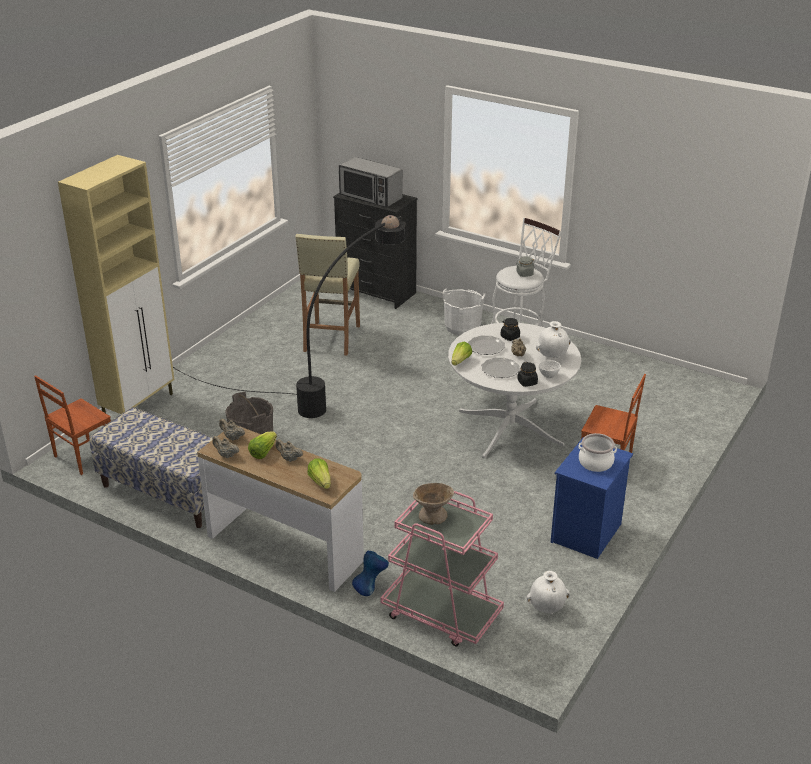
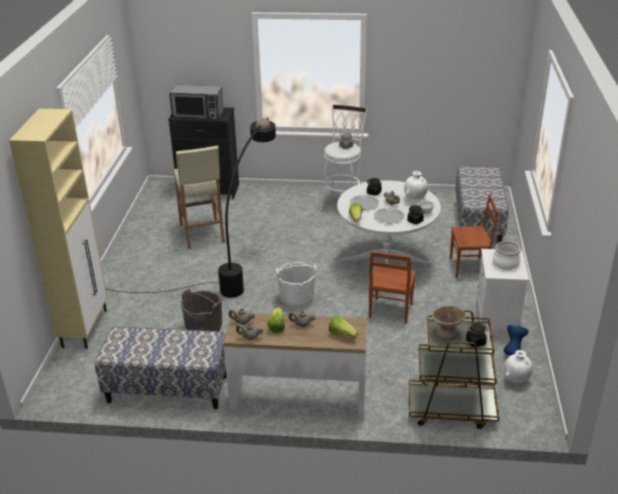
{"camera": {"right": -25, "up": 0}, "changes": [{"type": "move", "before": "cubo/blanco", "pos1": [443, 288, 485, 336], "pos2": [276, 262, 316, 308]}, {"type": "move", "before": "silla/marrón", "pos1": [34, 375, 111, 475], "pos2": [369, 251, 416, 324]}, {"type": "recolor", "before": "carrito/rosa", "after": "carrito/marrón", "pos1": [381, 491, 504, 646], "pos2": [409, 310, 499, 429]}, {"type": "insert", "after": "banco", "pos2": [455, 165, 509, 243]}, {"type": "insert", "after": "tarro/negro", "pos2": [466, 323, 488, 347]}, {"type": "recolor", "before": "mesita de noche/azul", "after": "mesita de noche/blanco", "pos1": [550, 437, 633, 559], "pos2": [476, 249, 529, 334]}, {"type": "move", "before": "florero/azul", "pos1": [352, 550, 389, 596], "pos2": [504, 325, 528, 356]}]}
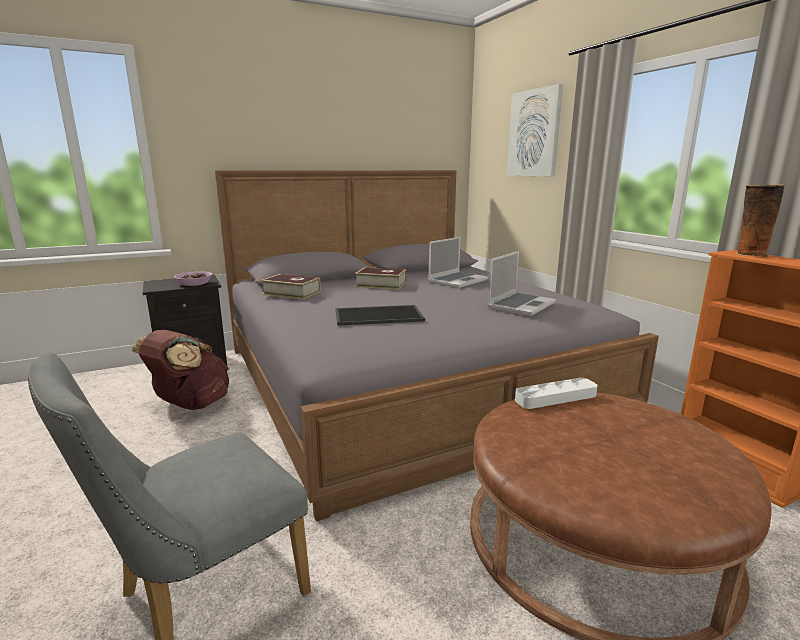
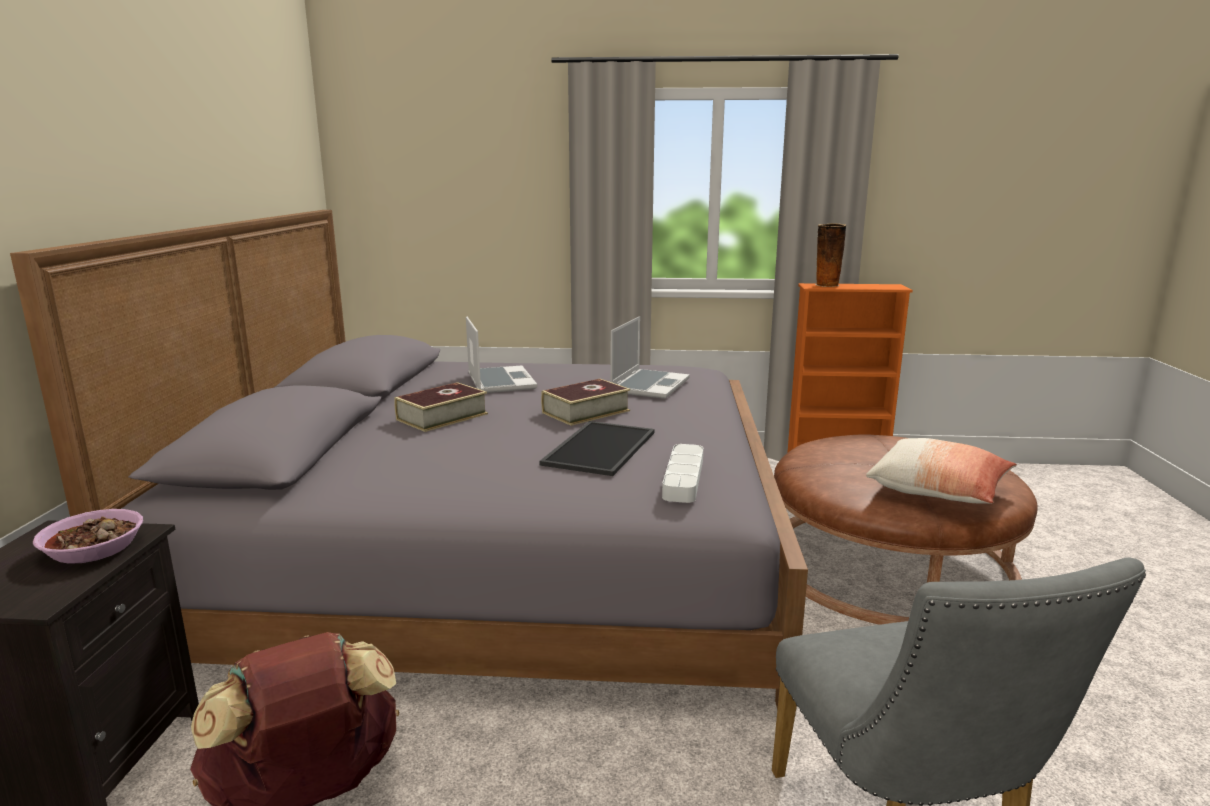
{"camera": {"right": -60, "up": 0}, "changes": [{"type": "move", "before": "libro", "pos1": [261, 274, 321, 299], "pos2": [541, 379, 630, 426]}, {"type": "rotate", "before": "portátil", "pos1": [488, 251, 556, 316], "pos2": [611, 316, 690, 399], "turn": 45}, {"type": "move", "before": "bandeja/blanco", "pos1": [515, 378, 598, 409], "pos2": [662, 444, 703, 503]}, {"type": "insert", "after": "cojín", "pos2": [866, 438, 1017, 504]}, {"type": "delete", "before": "cuadro", "pos1": [507, 84, 563, 176]}]}
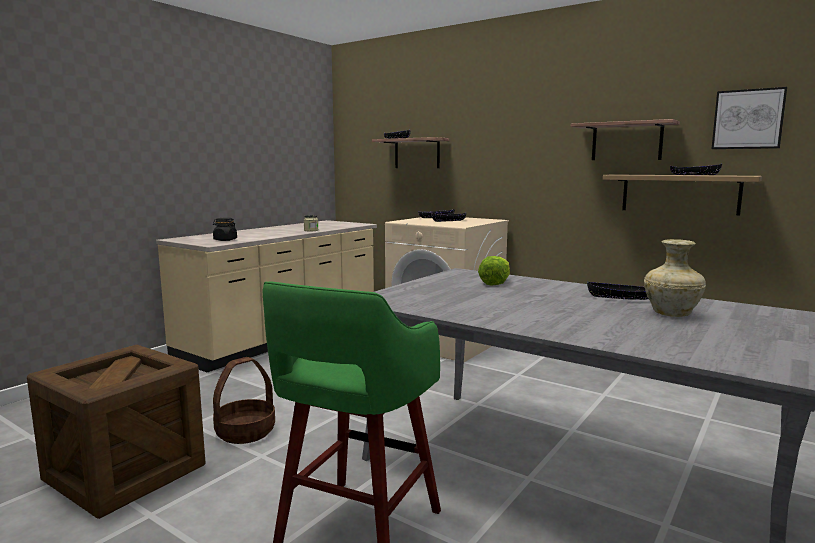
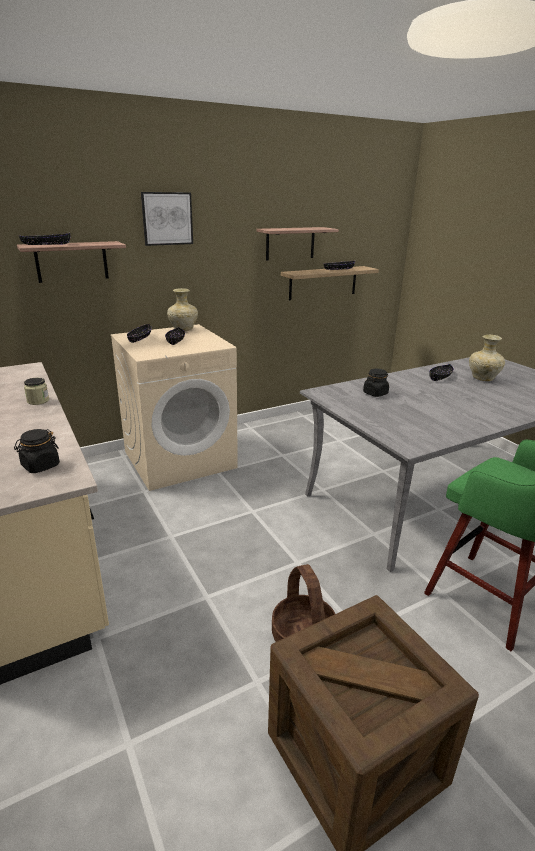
{"camera": {"right": -65, "up": 15}, "changes": [{"type": "move", "before": "cuadro", "pos1": [711, 87, 787, 149], "pos2": [141, 192, 193, 246]}, {"type": "insert", "after": "florero/beis", "pos2": [167, 288, 198, 331]}, {"type": "replace", "before": "lechuga", "after": "tarro/negro", "pos1": [478, 256, 510, 286], "pos2": [363, 369, 389, 397]}]}
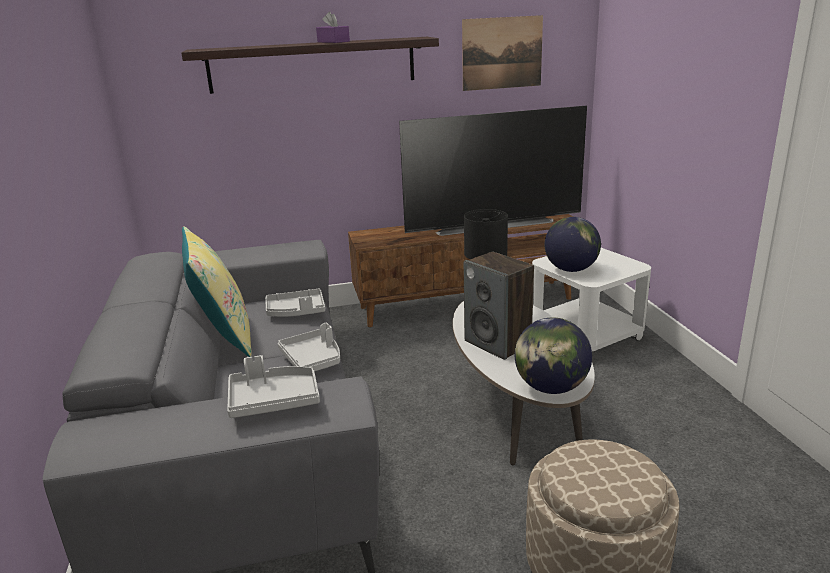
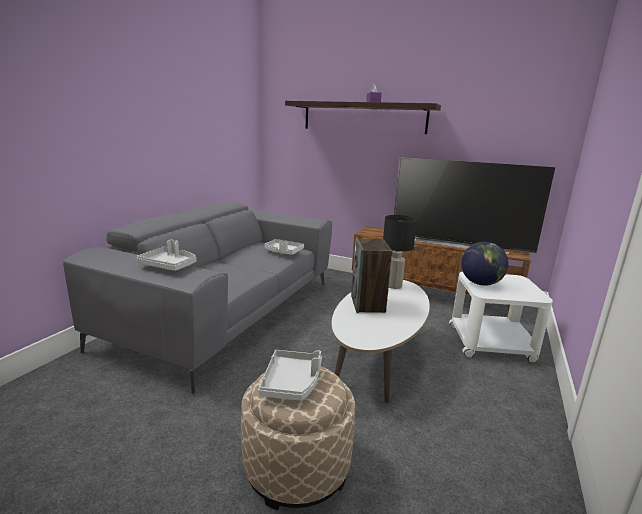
{"camera": {"right": 35, "up": -5}, "changes": [{"type": "move", "before": "bandeja/gris", "pos1": [278, 323, 340, 372], "pos2": [258, 350, 322, 400]}, {"type": "delete", "before": "cojín/amarillo", "pos1": [182, 226, 252, 357]}, {"type": "delete", "before": "cuadro", "pos1": [462, 15, 543, 91]}, {"type": "delete", "before": "globo terráqueo", "pos1": [515, 317, 592, 394]}]}
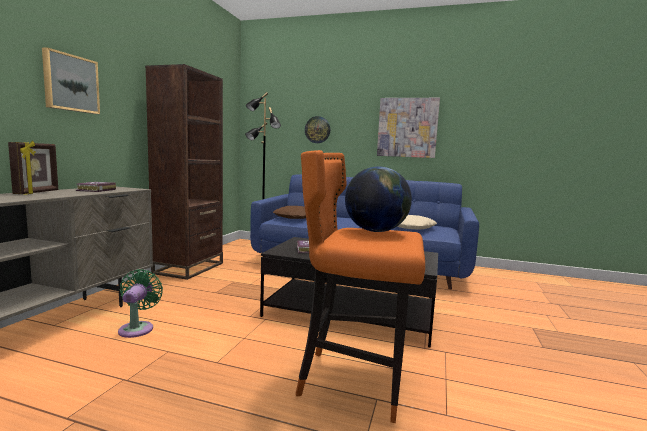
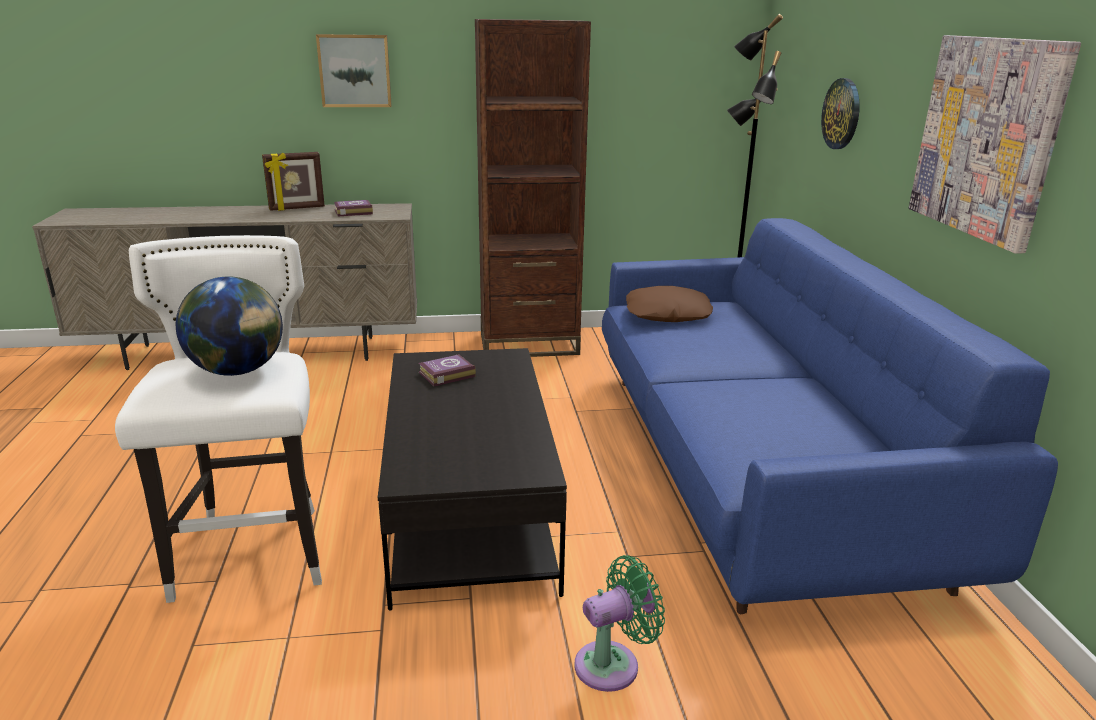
{"camera": {"right": 65, "up": 15}, "changes": [{"type": "recolor", "before": "taburete/naranja", "after": "taburete/blanco", "pos1": [296, 150, 425, 423], "pos2": [115, 235, 322, 603]}, {"type": "move", "before": "ventilador/verde", "pos1": [118, 269, 163, 338], "pos2": [575, 555, 665, 692]}, {"type": "delete", "before": "cojín/beis", "pos1": [397, 215, 437, 230]}]}
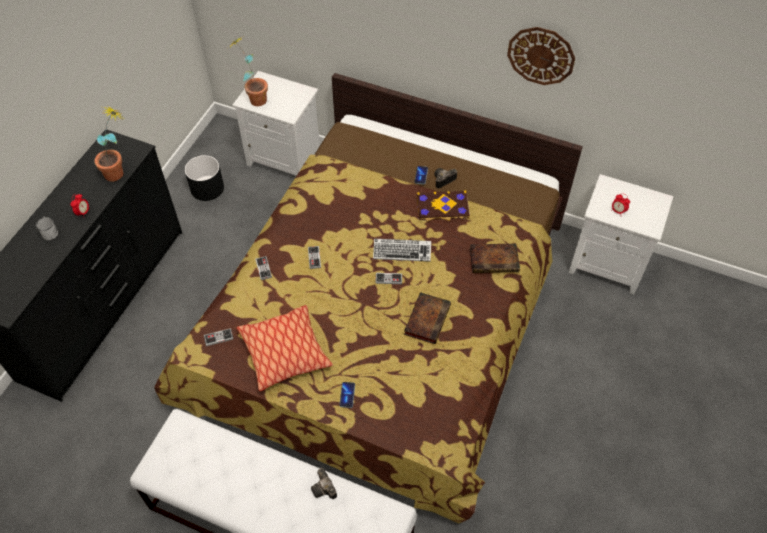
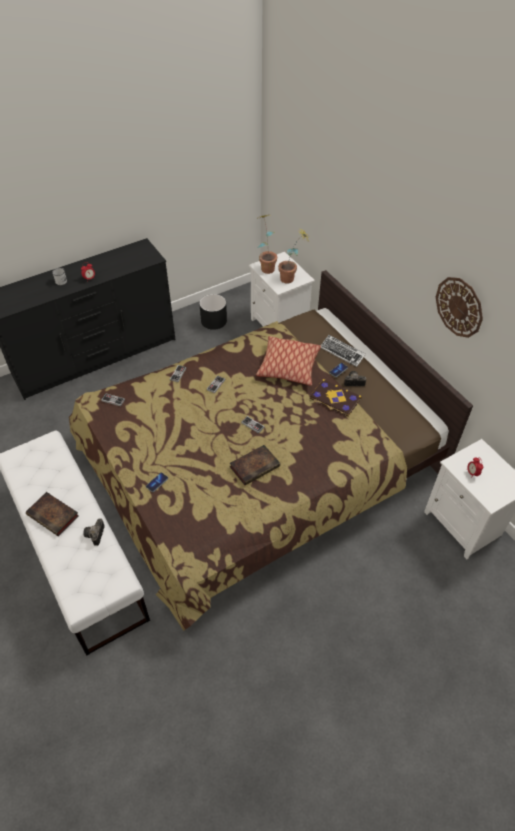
{"camera": {"right": 35, "up": -5}, "changes": [{"type": "move", "before": "libro", "pos1": [470, 244, 520, 273], "pos2": [26, 492, 79, 536]}, {"type": "move", "before": "cojín", "pos1": [236, 305, 333, 391], "pos2": [256, 336, 321, 386]}, {"type": "move", "before": "planta en maceta", "pos1": [94, 105, 123, 182], "pos2": [278, 228, 309, 284]}, {"type": "move", "before": "teclado", "pos1": [373, 239, 431, 262], "pos2": [321, 335, 366, 367]}]}
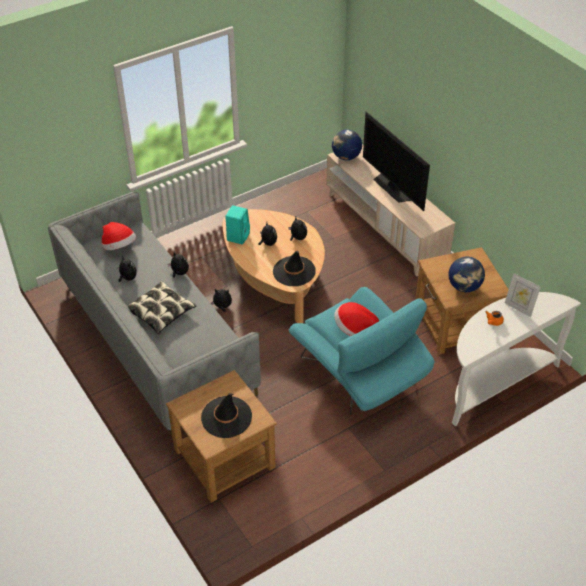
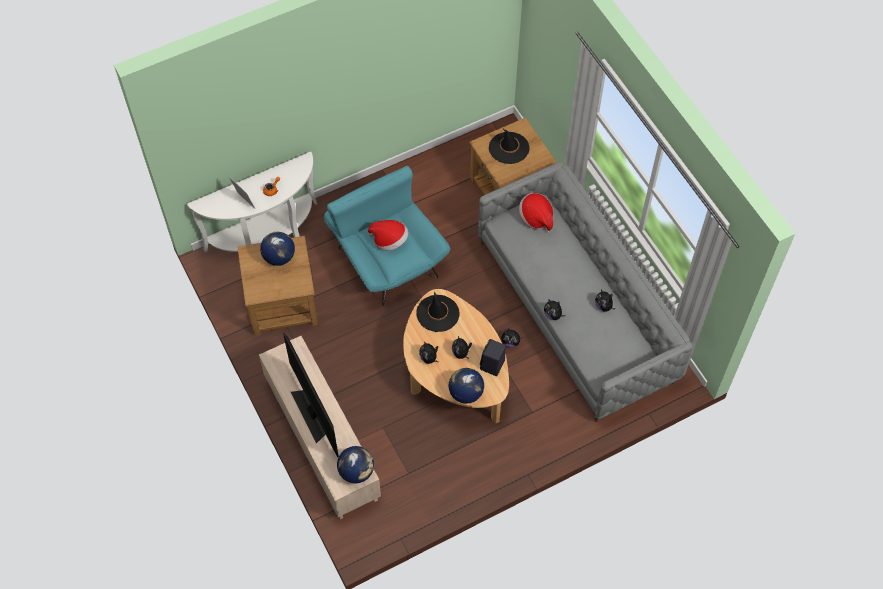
{"camera": {"right": -175, "up": 15}, "changes": [{"type": "insert", "after": "globo terráqueo", "pos2": [449, 368, 484, 404]}, {"type": "recolor", "before": "altavoz/turquesa", "after": "altavoz/negro", "pos1": [225, 206, 250, 244], "pos2": [480, 339, 506, 376]}, {"type": "move", "before": "sombrero", "pos1": [102, 222, 136, 250], "pos2": [519, 193, 553, 233]}, {"type": "delete", "before": "cojín", "pos1": [128, 281, 197, 334]}]}
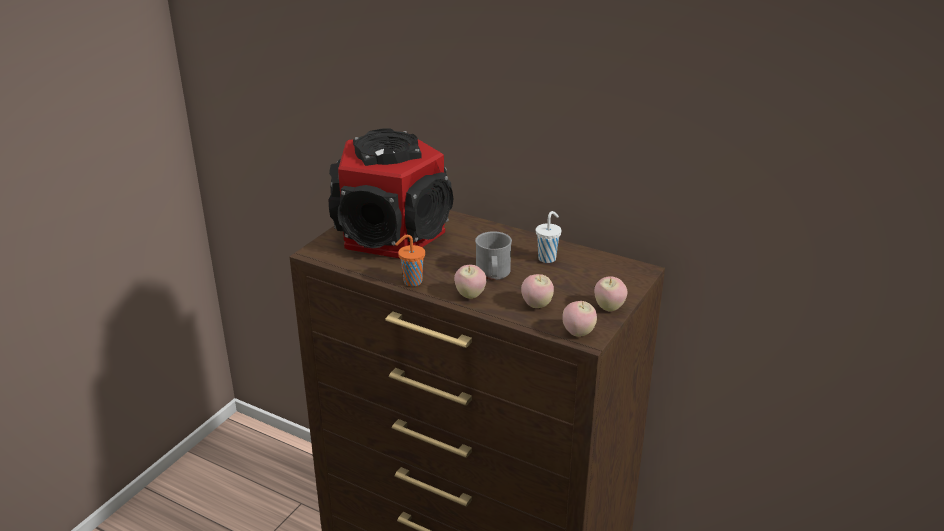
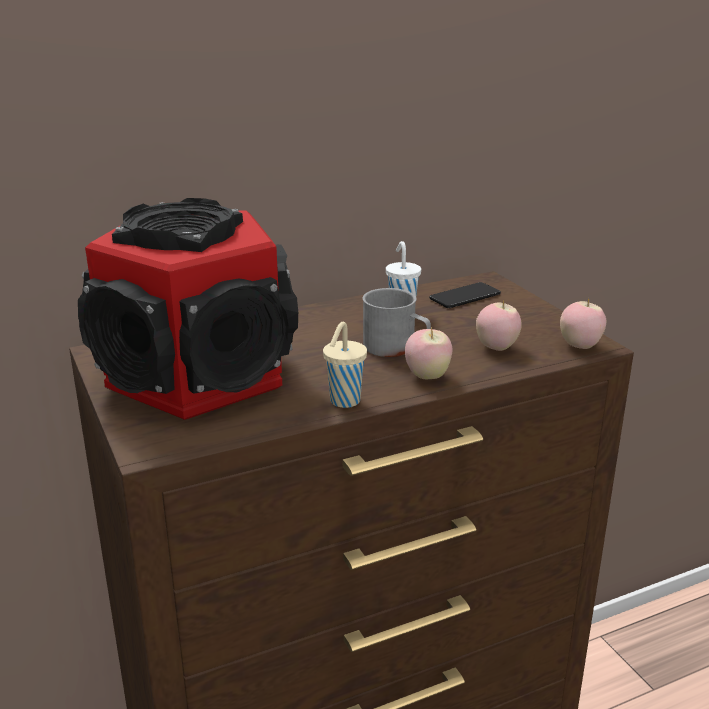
{"camera": {"right": -55, "up": -5}, "changes": [{"type": "recolor", "before": "taza/naranja", "after": "taza/beis", "pos1": [395, 234, 425, 286], "pos2": [323, 322, 367, 408]}, {"type": "insert", "after": "móvil", "pos2": [429, 282, 501, 308]}, {"type": "delete", "before": "manzana", "pos1": [594, 276, 628, 312]}]}
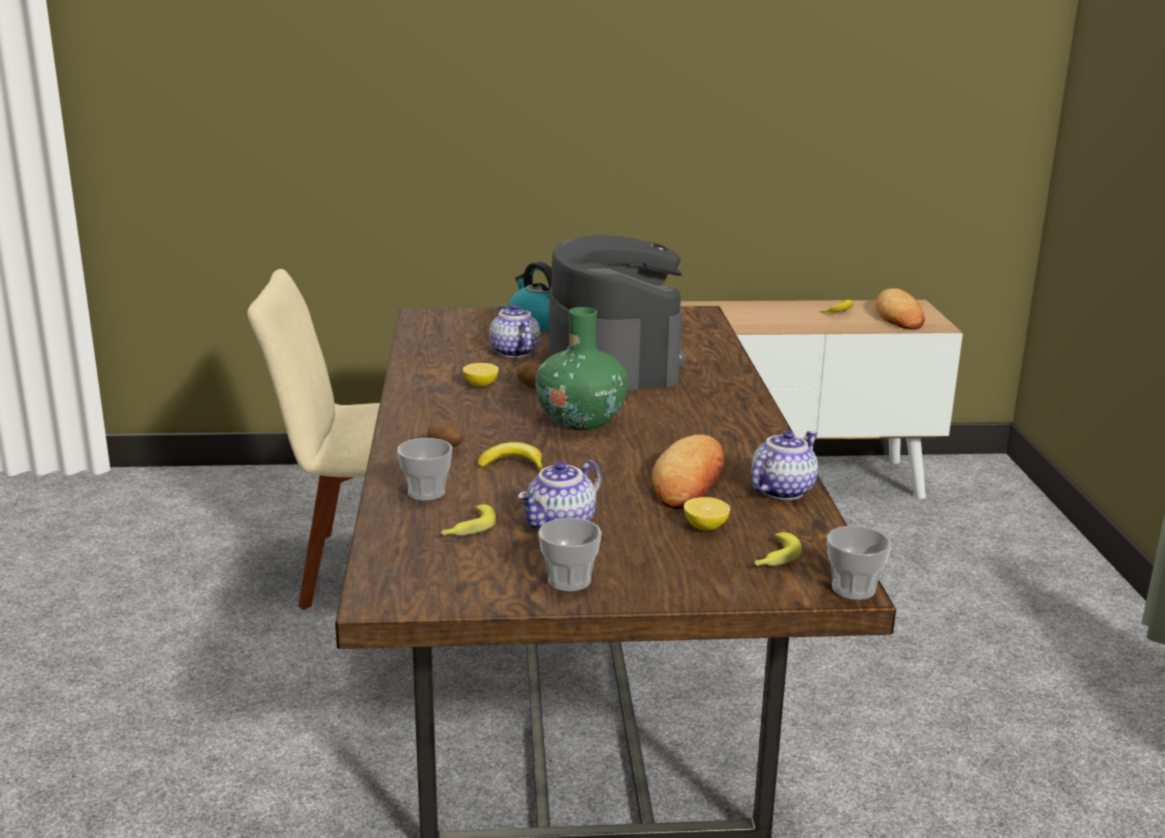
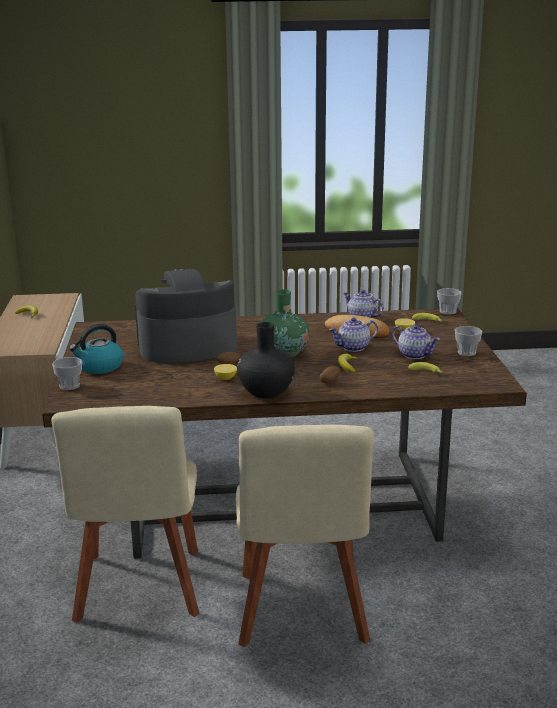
{"camera": {"right": -90, "up": 0}, "changes": [{"type": "move", "before": "taza", "pos1": [397, 438, 452, 501], "pos2": [52, 357, 82, 390]}, {"type": "insert", "after": "silla/beis", "pos2": [235, 425, 374, 647]}, {"type": "insert", "after": "florero/negro", "pos2": [237, 322, 295, 398]}, {"type": "move", "before": "tetera", "pos1": [489, 304, 540, 358], "pos2": [329, 317, 378, 352]}, {"type": "delete", "before": "pan", "pos1": [876, 288, 925, 330]}]}
